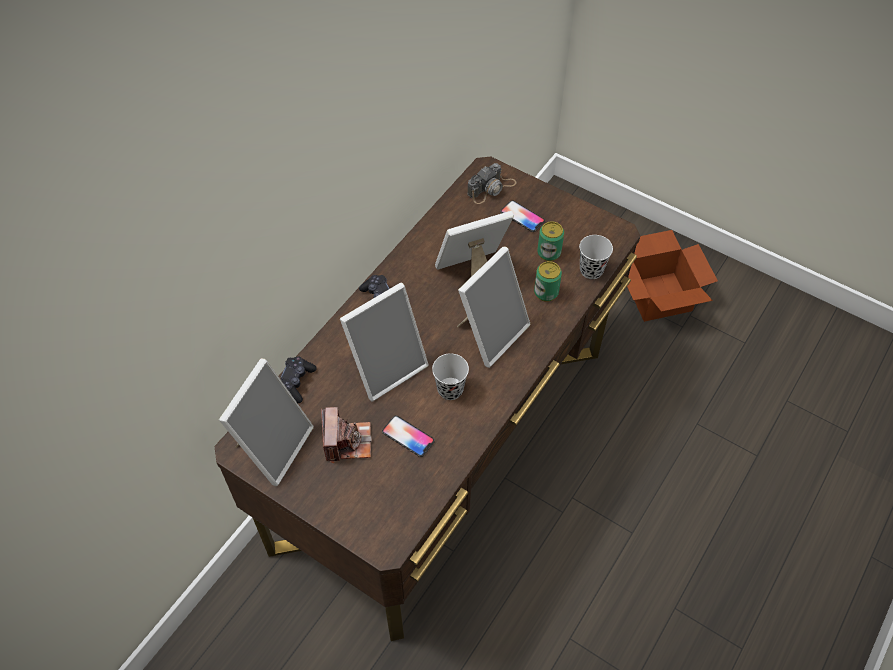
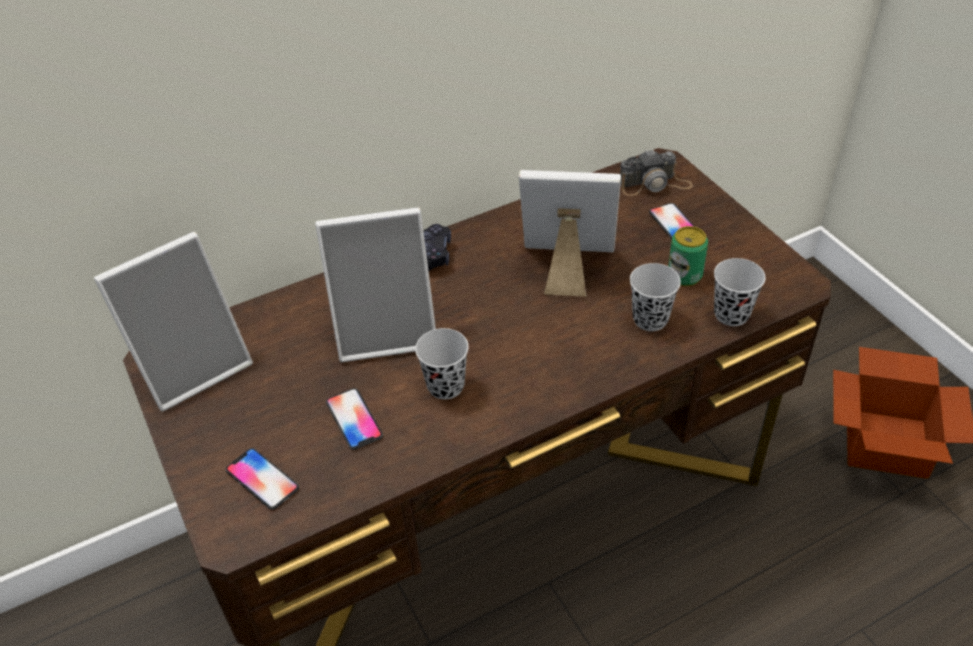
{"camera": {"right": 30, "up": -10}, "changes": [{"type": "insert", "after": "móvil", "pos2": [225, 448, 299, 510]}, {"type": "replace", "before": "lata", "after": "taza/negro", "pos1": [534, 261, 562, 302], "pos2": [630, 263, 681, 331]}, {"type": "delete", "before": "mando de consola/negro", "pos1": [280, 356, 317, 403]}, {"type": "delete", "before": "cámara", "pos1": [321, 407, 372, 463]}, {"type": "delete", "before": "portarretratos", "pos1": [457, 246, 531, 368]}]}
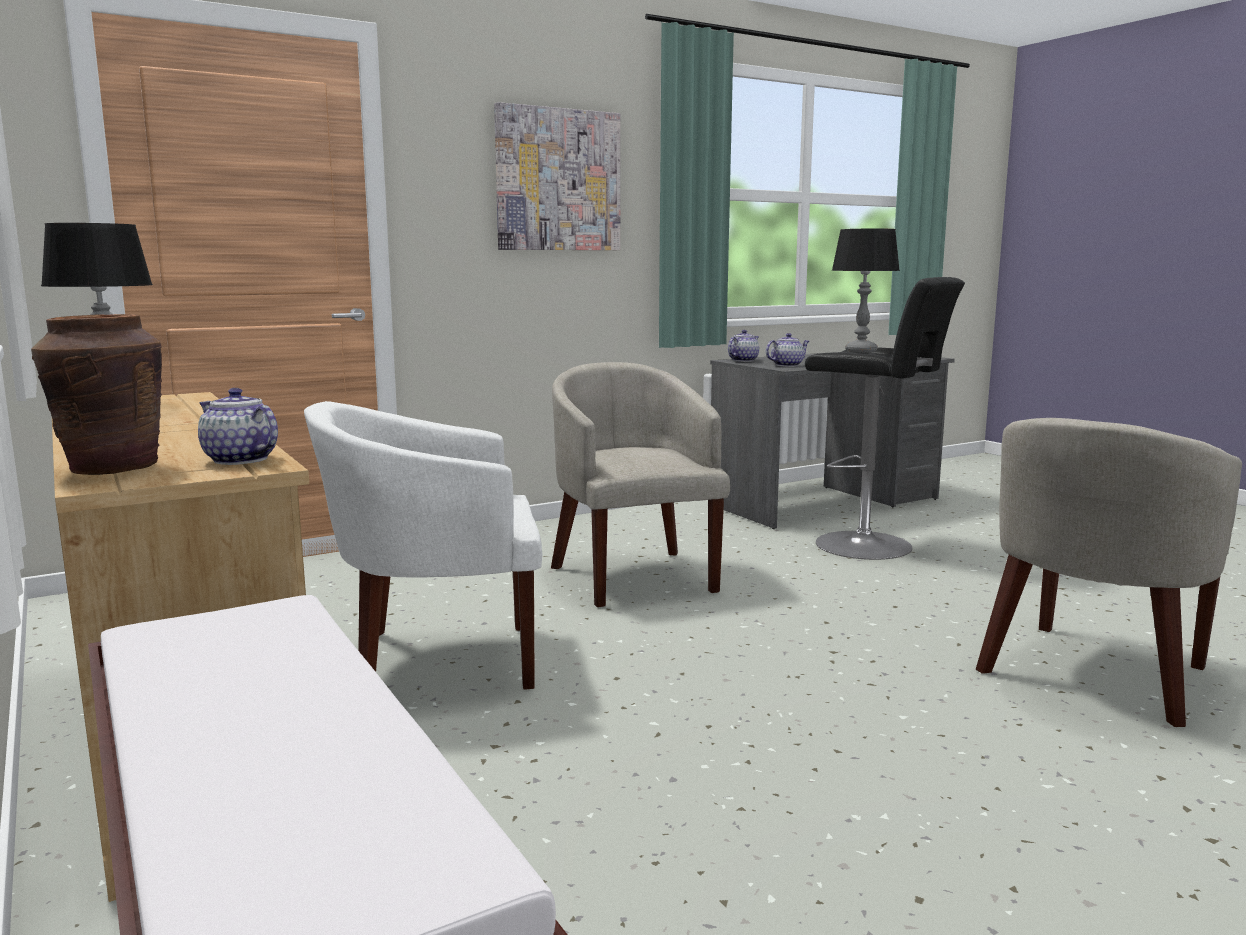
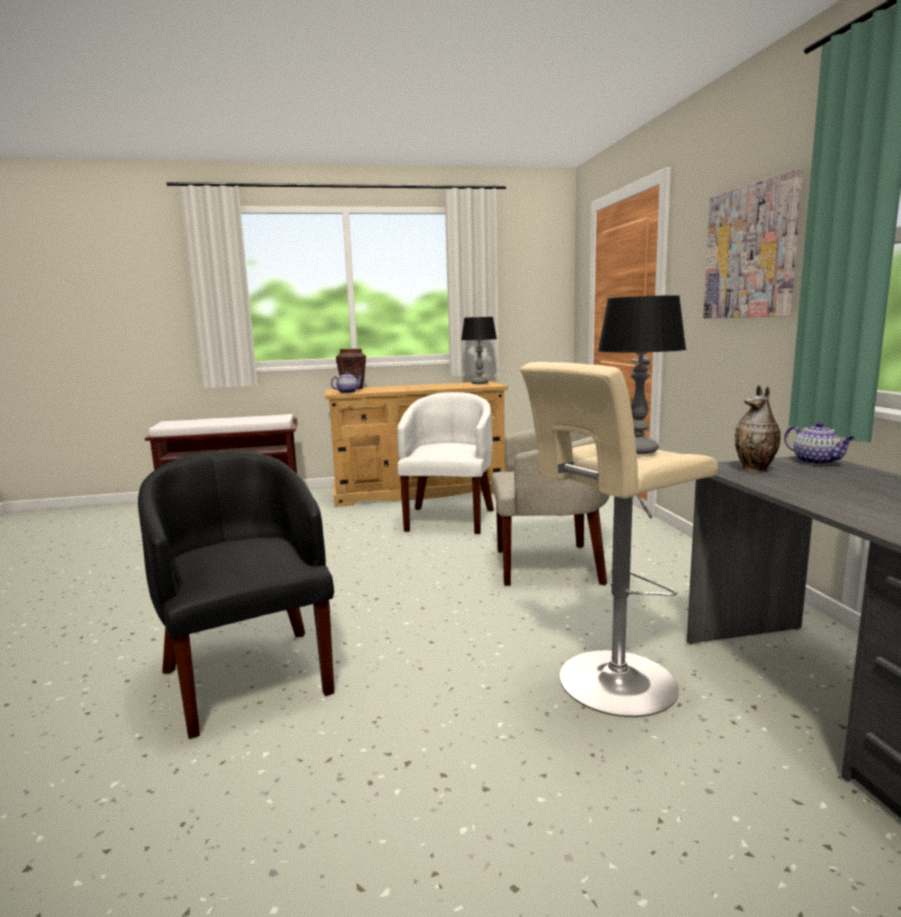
{"camera": {"right": 110, "up": 0}, "changes": [{"type": "recolor", "before": "sillón/beis", "after": "sillón/negro", "pos1": [976, 418, 1242, 727], "pos2": [138, 451, 334, 739]}, {"type": "recolor", "before": "taburete/negro", "after": "taburete/beis", "pos1": [805, 277, 965, 560], "pos2": [520, 362, 718, 717]}, {"type": "replace", "before": "tetera", "after": "florero", "pos1": [766, 333, 809, 367], "pos2": [735, 385, 781, 472]}]}
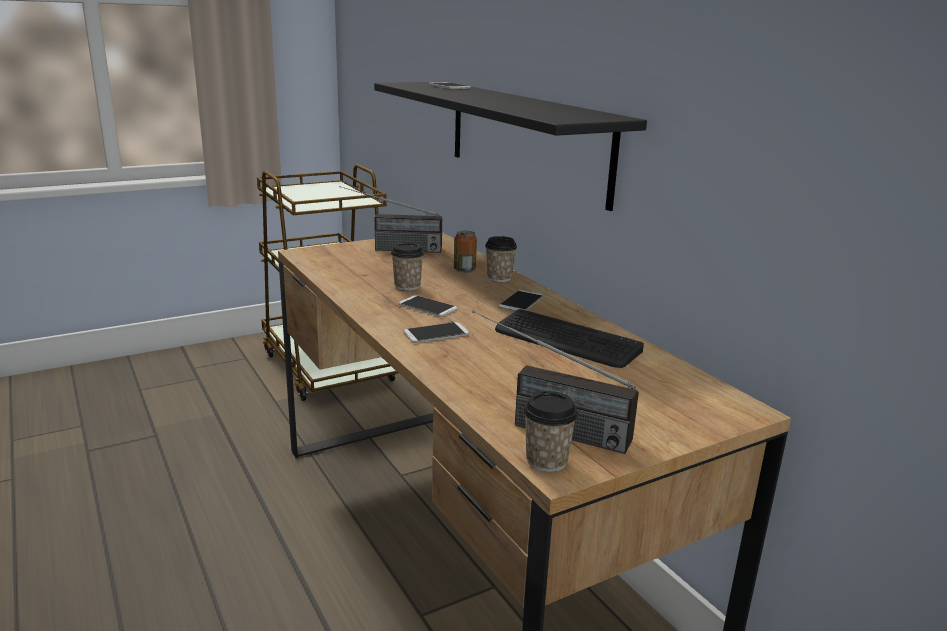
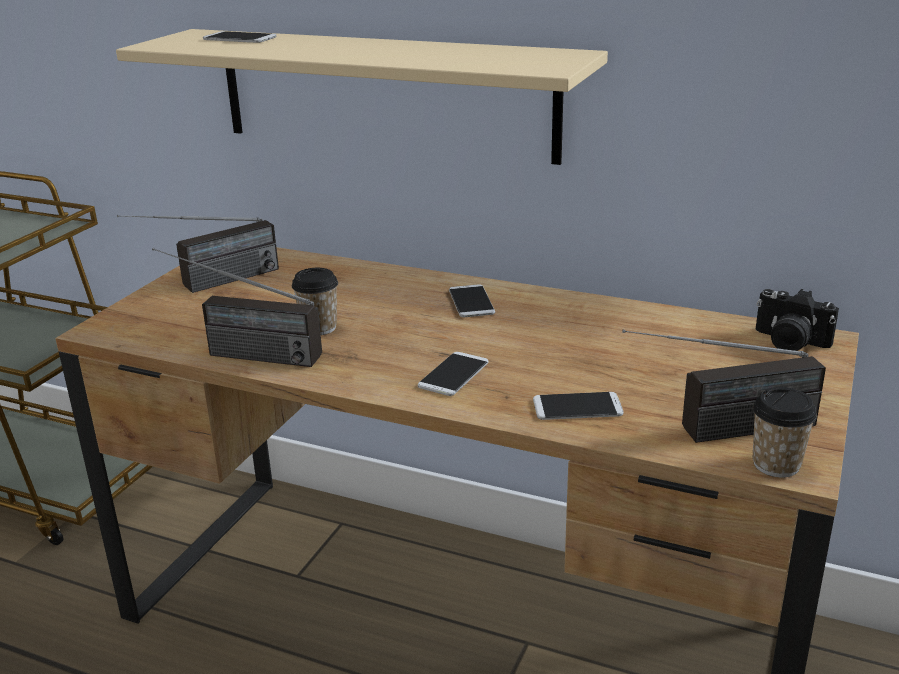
{"camera": {"right": -35, "up": 5}, "changes": [{"type": "recolor", "before": "estante/negro", "after": "estante/beis", "pos1": [374, 82, 647, 211], "pos2": [116, 29, 608, 165]}, {"type": "insert", "after": "radio", "pos2": [152, 248, 322, 367]}, {"type": "move", "before": "móvil", "pos1": [399, 295, 458, 317], "pos2": [533, 392, 624, 420]}, {"type": "insert", "after": "cámara", "pos2": [755, 289, 839, 351]}, {"type": "delete", "before": "lata", "pos1": [454, 230, 477, 273]}, {"type": "delete", "before": "taza", "pos1": [485, 236, 517, 282]}, {"type": "delete", "before": "teclado", "pos1": [495, 309, 644, 368]}]}
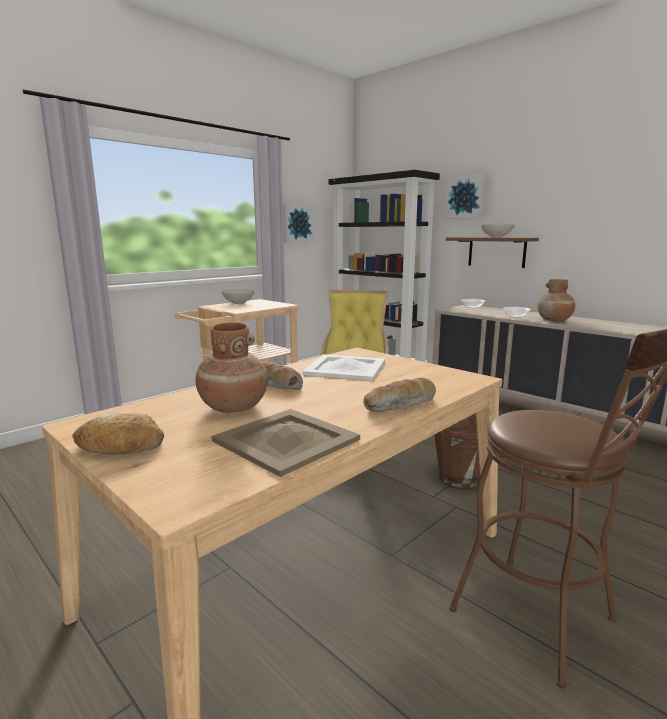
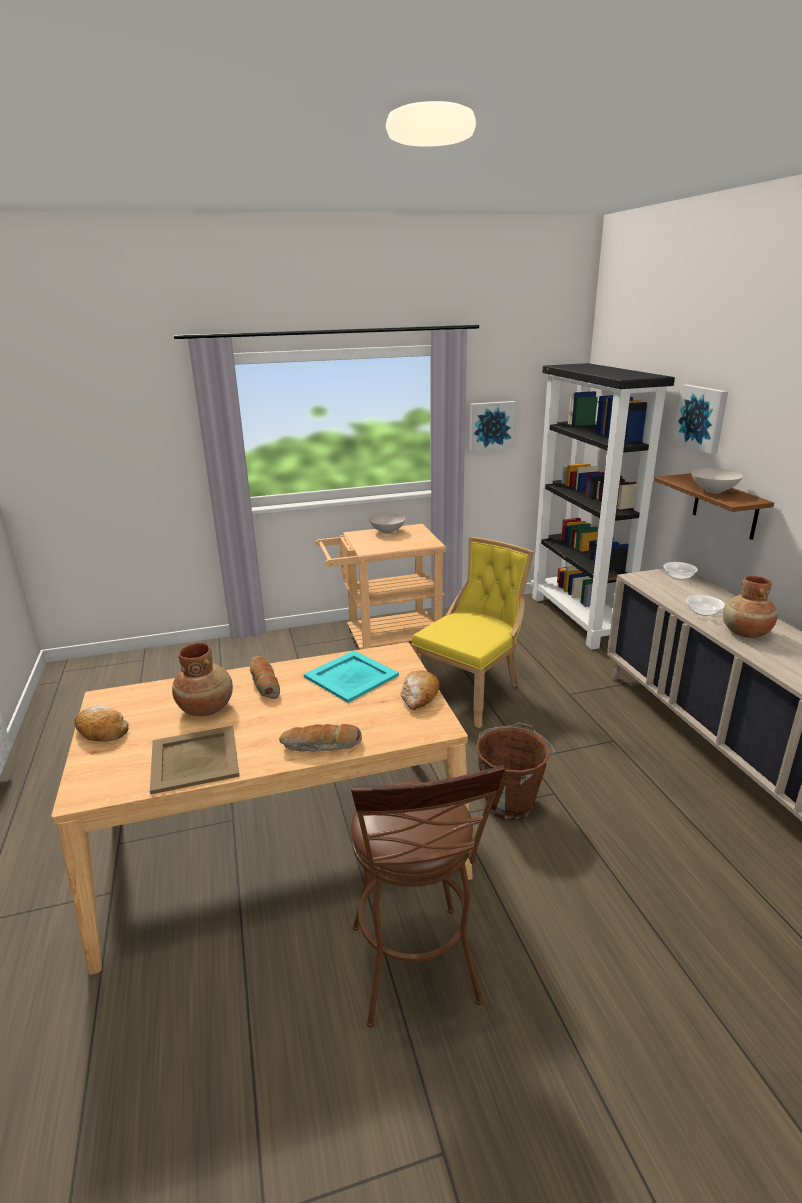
{"camera": {"right": 30, "up": 10}, "changes": [{"type": "recolor", "before": "bandeja/blanco", "after": "bandeja/turquesa", "pos1": [302, 354, 385, 381], "pos2": [304, 650, 399, 703]}, {"type": "insert", "after": "pan", "pos2": [401, 671, 439, 710]}]}
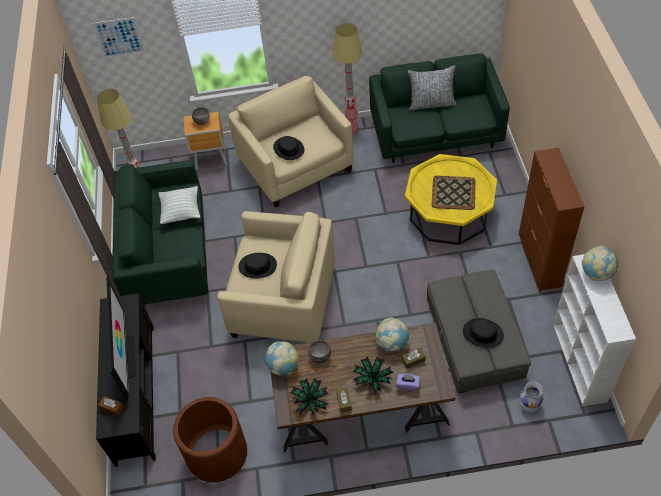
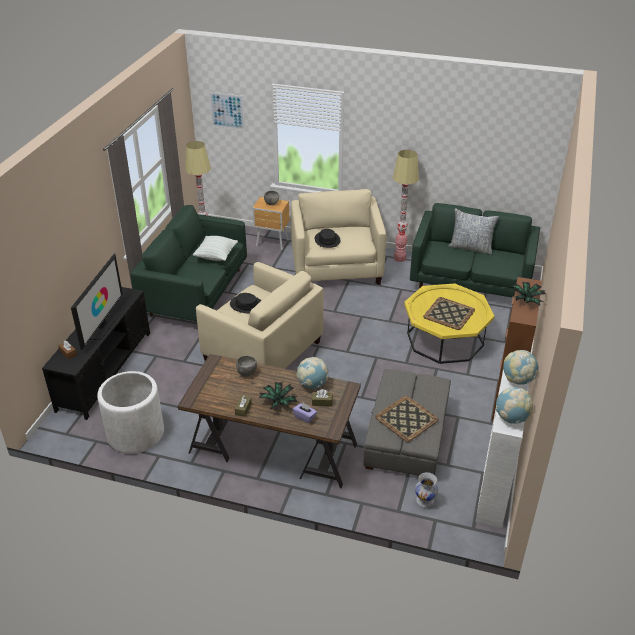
{"camera": {"right": 20, "up": -15}, "changes": [{"type": "recolor", "before": "maceta/marrón", "after": "maceta/blanco", "pos1": [173, 397, 247, 482], "pos2": [97, 371, 164, 454]}, {"type": "replace", "before": "sombrero/negro", "after": "bandeja", "pos1": [463, 318, 504, 348], "pos2": [375, 396, 439, 442]}, {"type": "move", "before": "globo terráqueo", "pos1": [265, 342, 299, 376], "pos2": [496, 387, 533, 423]}, {"type": "move", "before": "planta en maceta", "pos1": [290, 378, 329, 415], "pos2": [512, 282, 546, 306]}]}
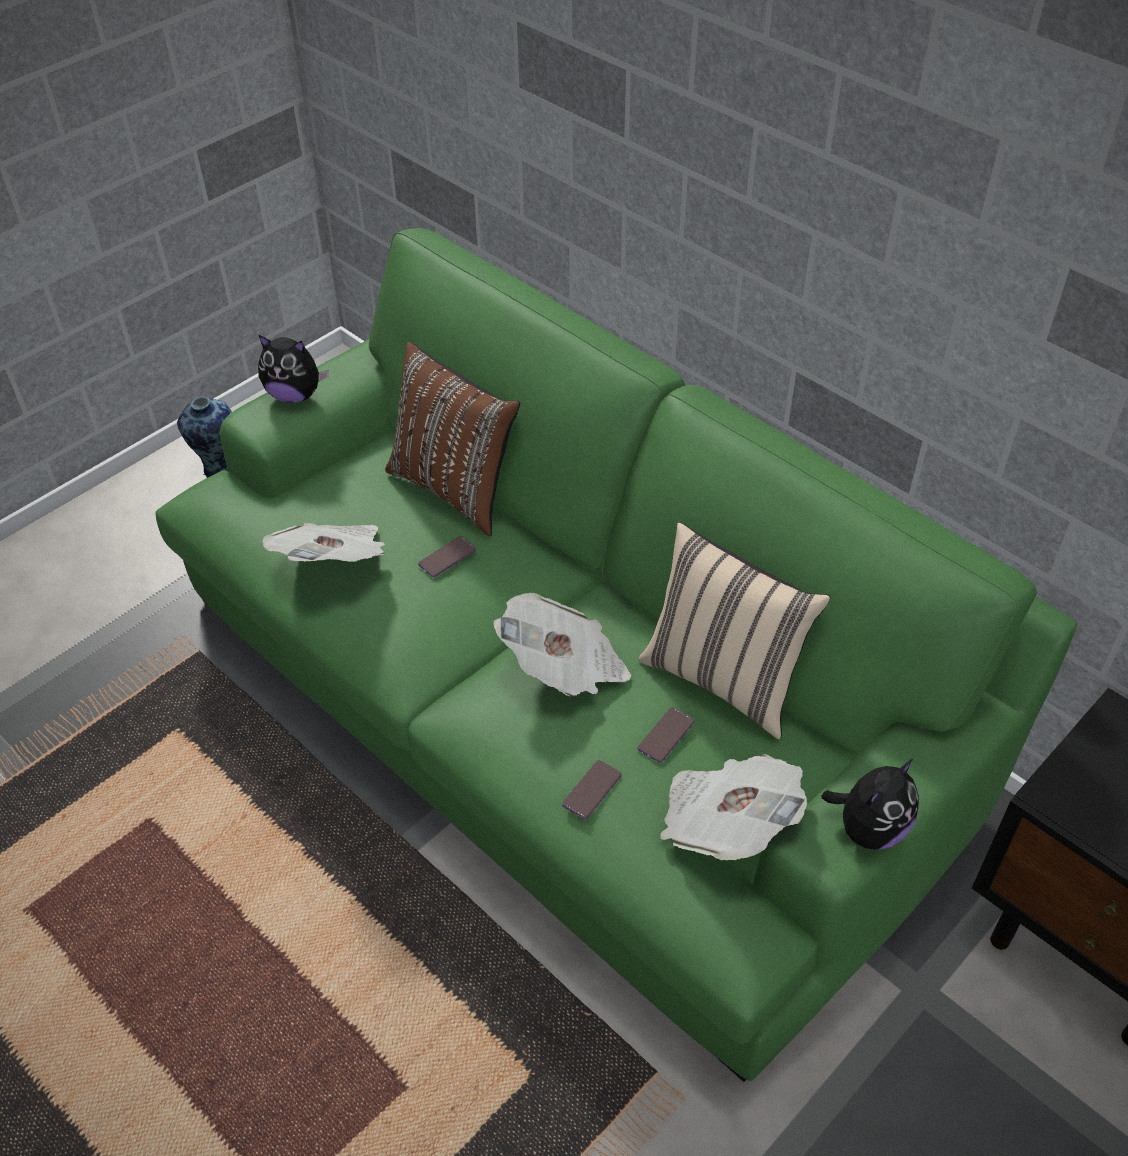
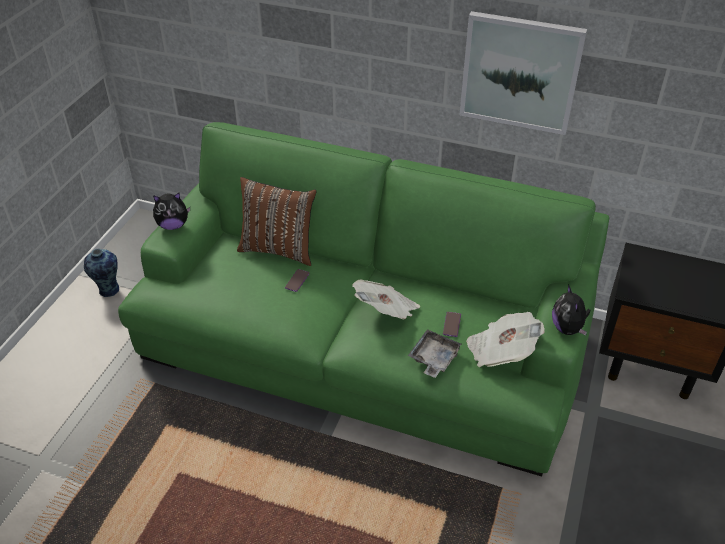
{"camera": {"right": -25, "up": -5}, "changes": [{"type": "replace", "before": "móvil", "after": "bandeja/gris", "pos1": [562, 760, 622, 819], "pos2": [408, 329, 462, 378]}, {"type": "insert", "after": "cuadro", "pos2": [459, 11, 587, 135]}, {"type": "rotate", "before": "peluche", "pos1": [822, 759, 919, 850], "pos2": [552, 284, 591, 335], "turn": 150}, {"type": "delete", "before": "periódico", "pos1": [262, 523, 385, 562]}, {"type": "delete", "before": "cojín/beis", "pos1": [638, 522, 831, 739]}]}
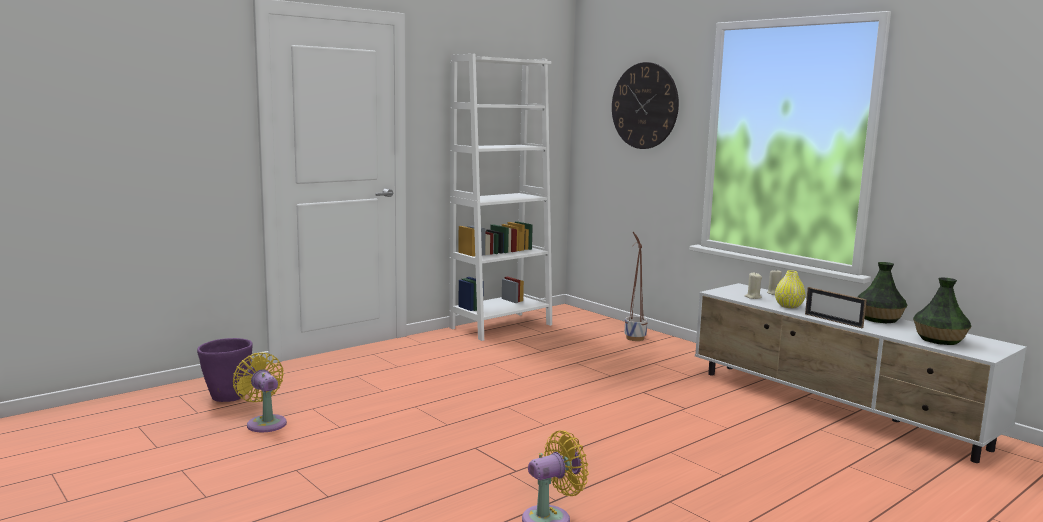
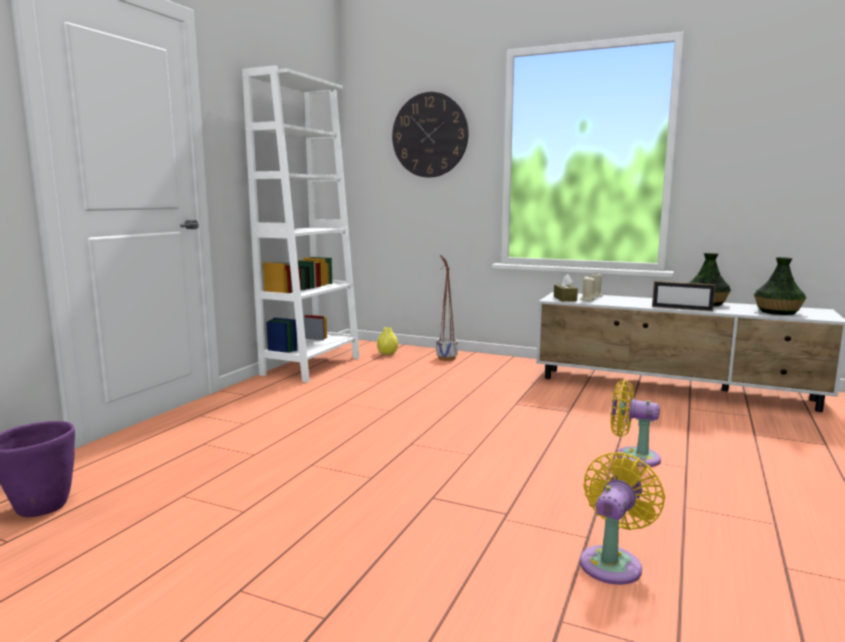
{"camera": {"right": -25, "up": 0}, "changes": [{"type": "move", "before": "florero/amarillo", "pos1": [775, 270, 805, 308], "pos2": [377, 327, 398, 355]}, {"type": "insert", "after": "caja de pañuelos/marrón", "pos2": [554, 274, 578, 302]}, {"type": "move", "before": "ventilador/amarillo", "pos1": [233, 353, 287, 433], "pos2": [611, 380, 661, 467]}]}
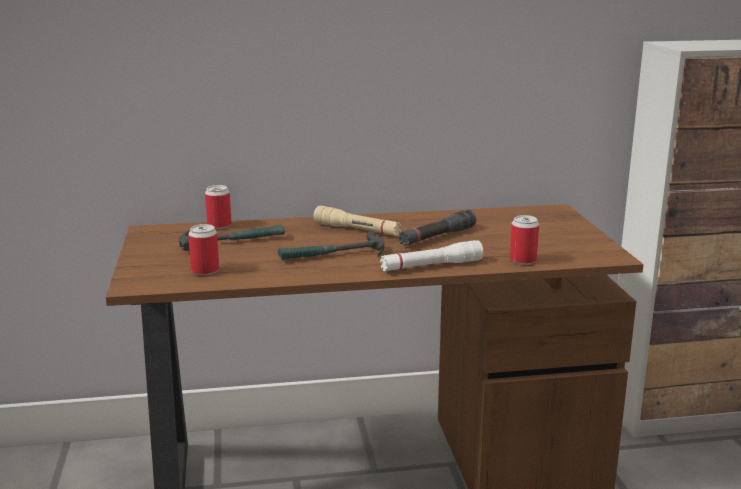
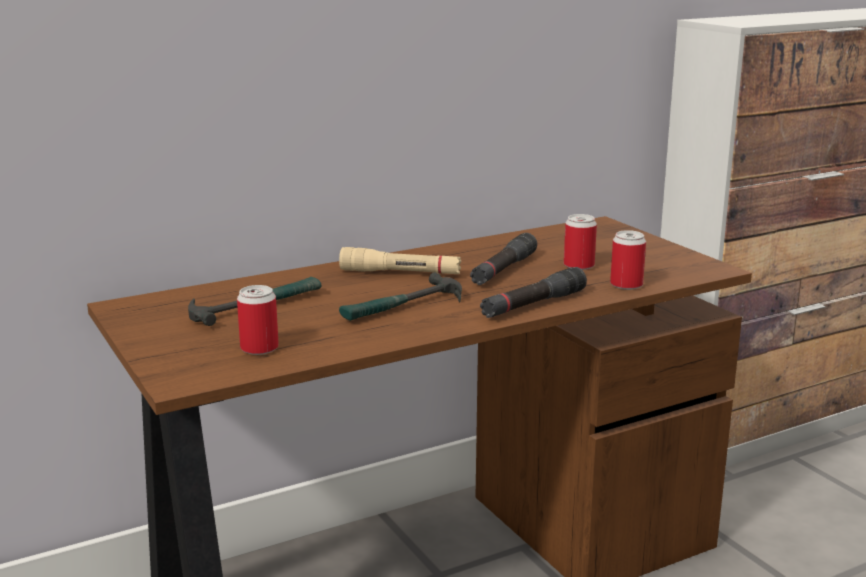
{"camera": {"right": -20, "up": 0}, "changes": [{"type": "recolor", "before": "linterna/blanco", "after": "linterna/negro", "pos1": [380, 240, 483, 271], "pos2": [480, 267, 587, 318]}, {"type": "move", "before": "lata", "pos1": [205, 185, 231, 229], "pos2": [564, 214, 597, 270]}]}
